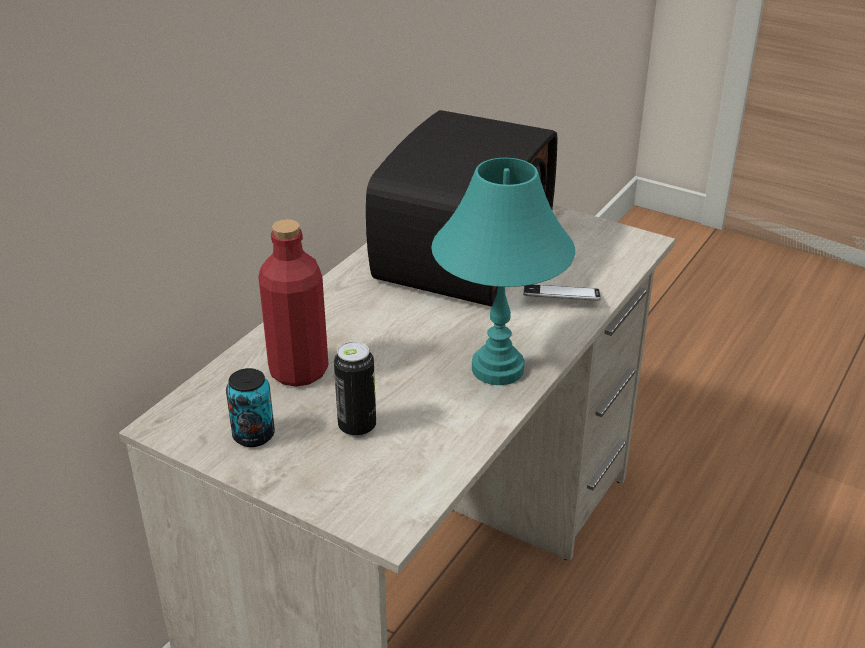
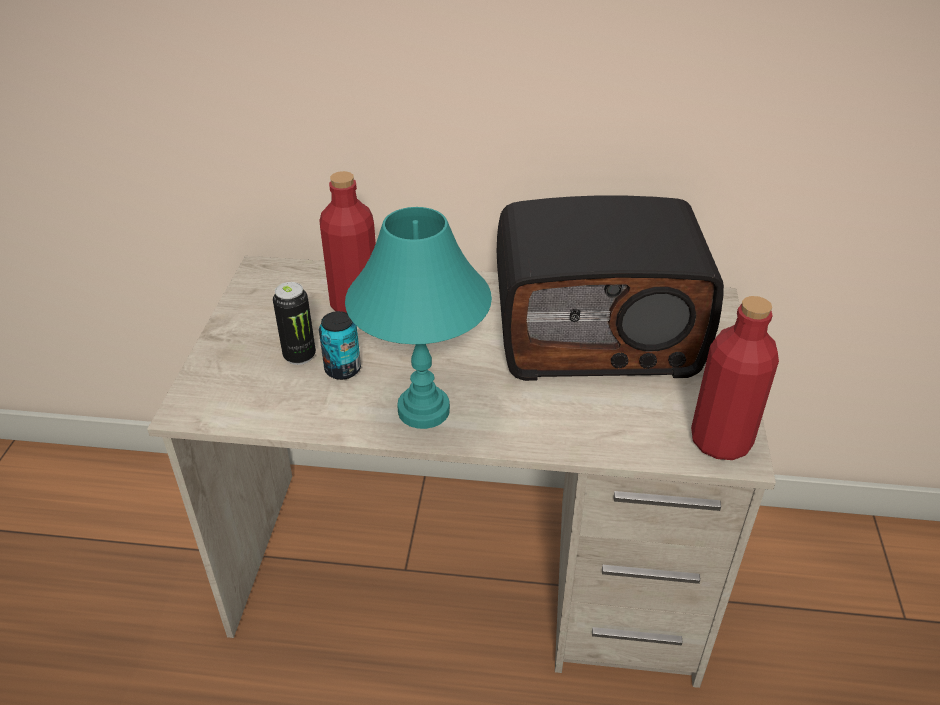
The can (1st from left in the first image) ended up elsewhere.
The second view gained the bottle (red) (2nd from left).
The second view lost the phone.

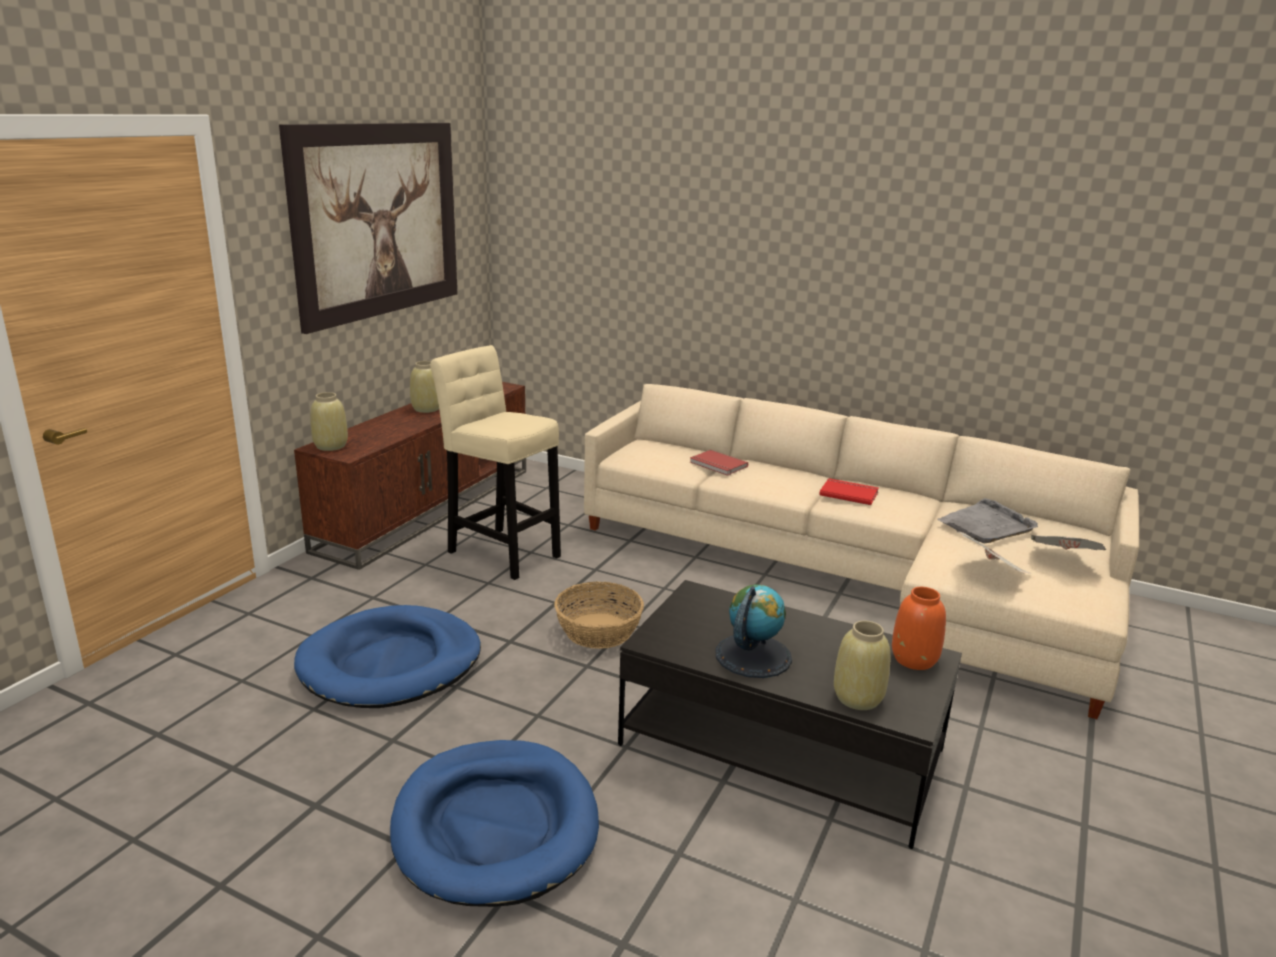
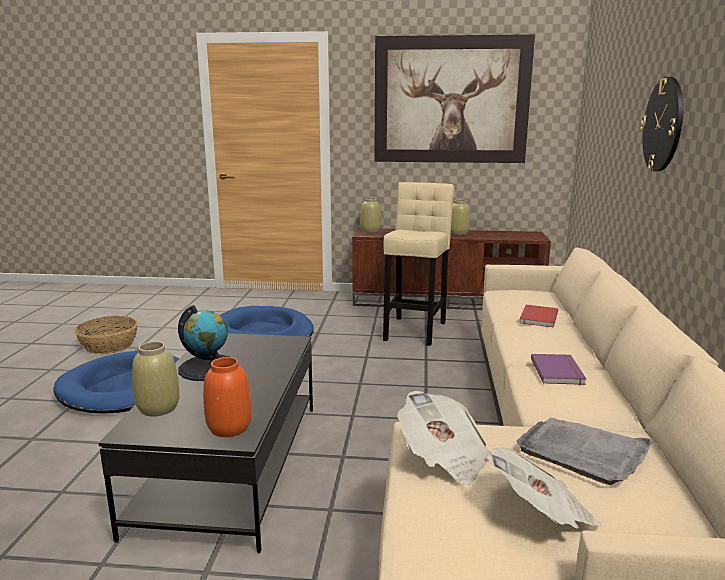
The basket ended up elsewhere.
What was the book (red) (2nd from left) turned into the book (purple).
The second view gained the wall clock.

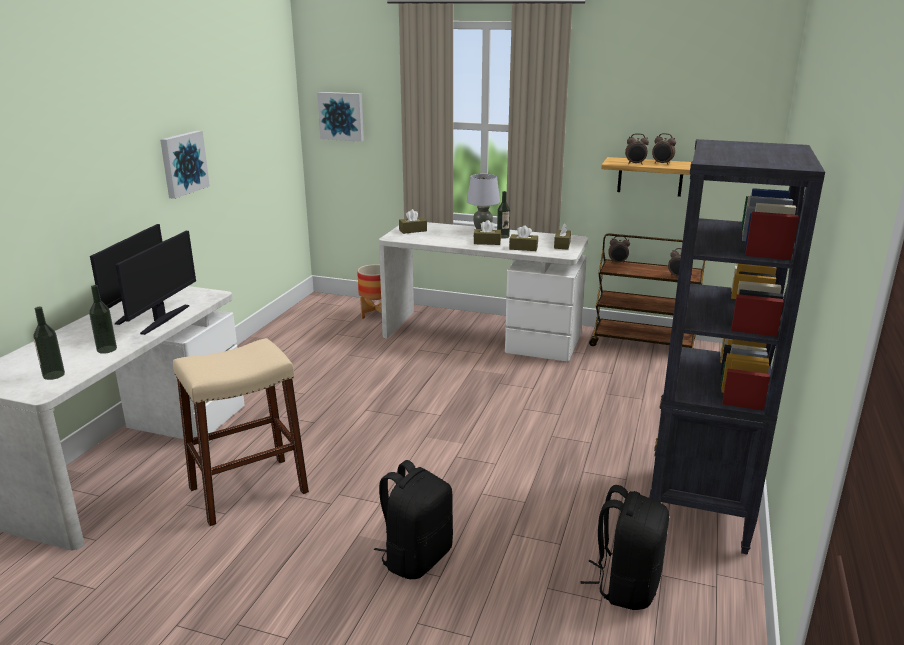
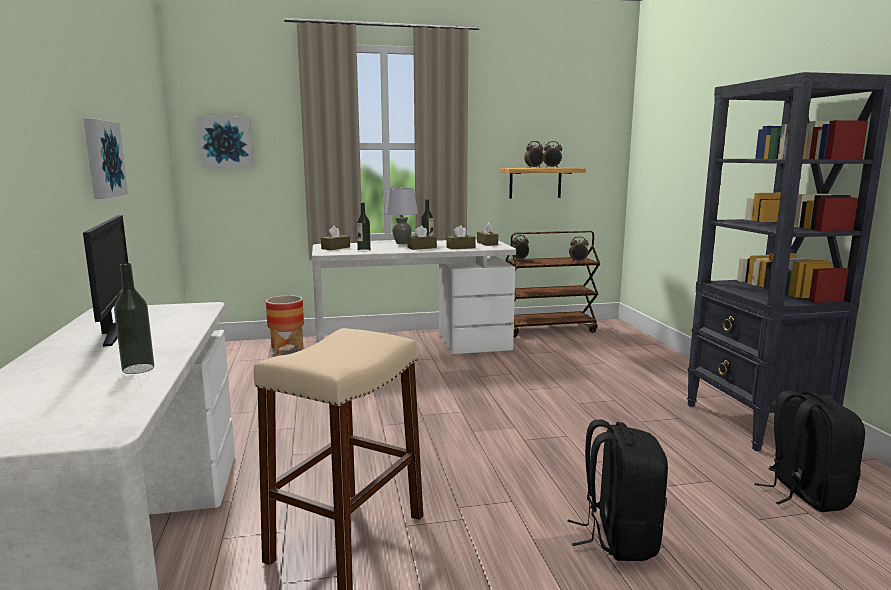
The bottle (1st from left in the first image) ended up elsewhere.
The second view lost the monitor (2nd from left).

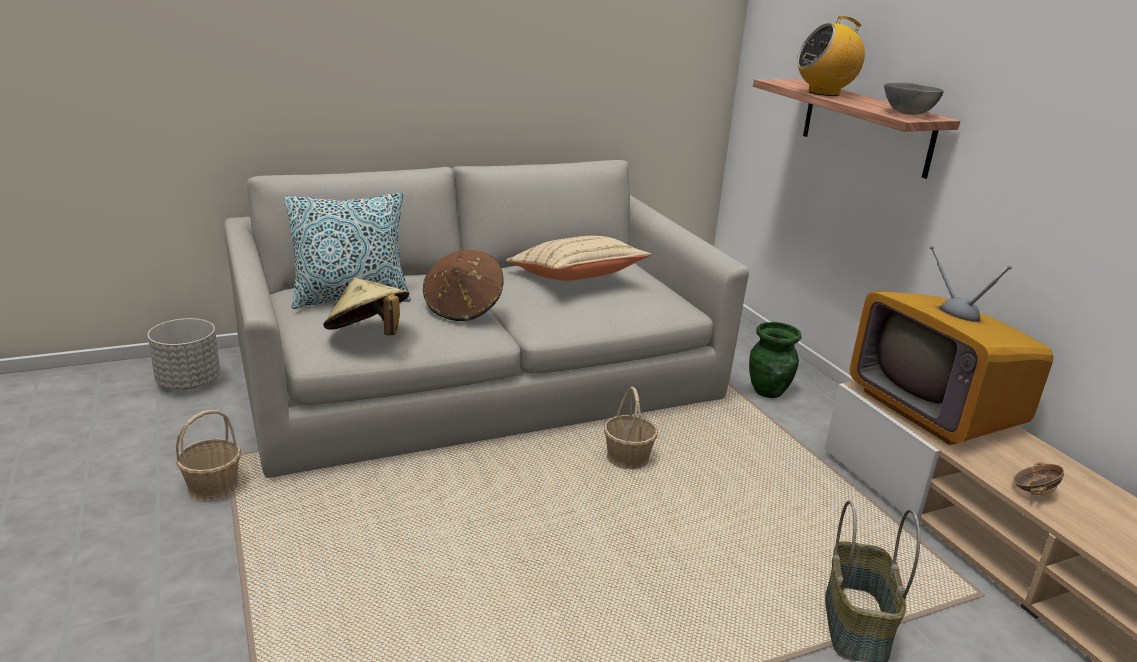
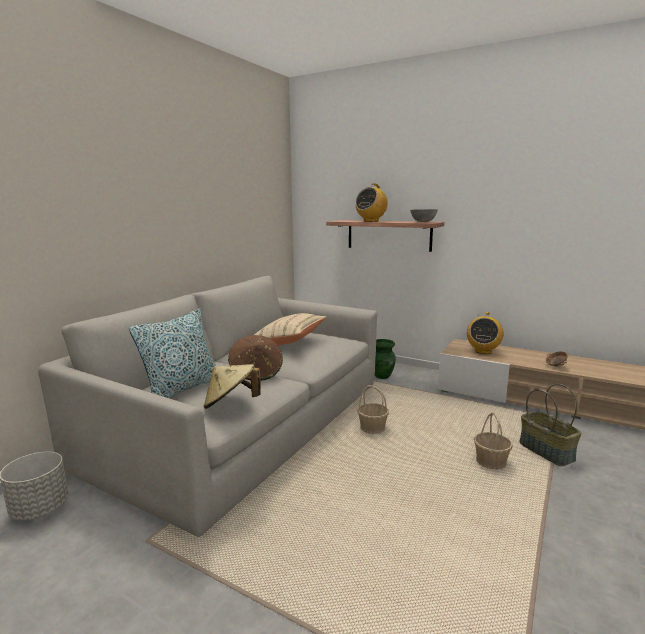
Where the television stood, the radio (2nd from left) came to stand.
The basket (1st from left in the first image) ended up elsewhere.

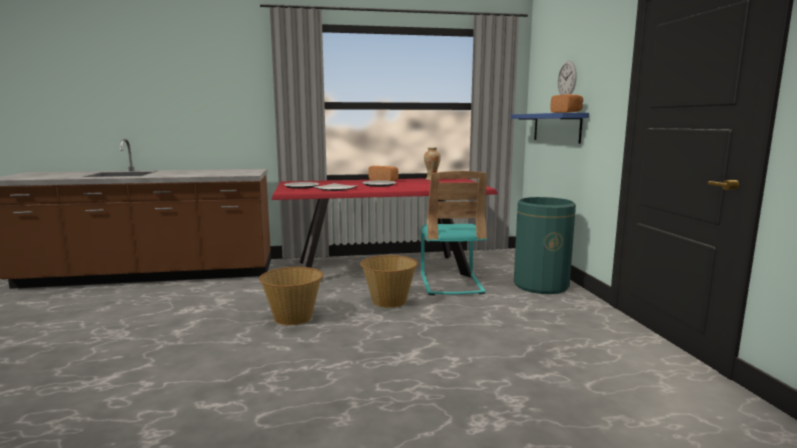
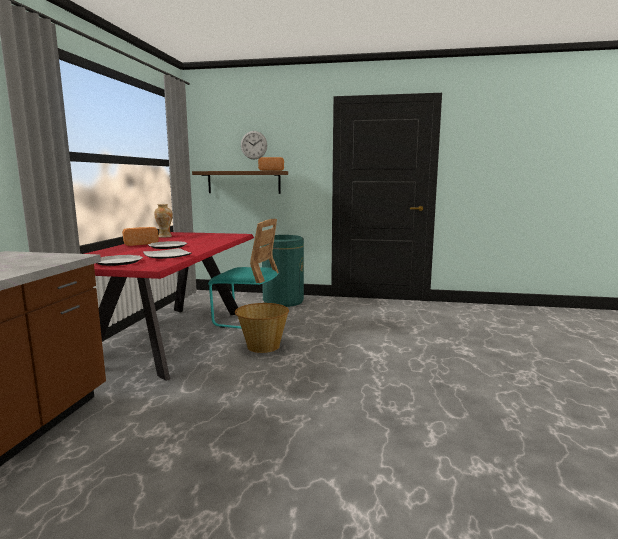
What was the shelf (blue) turned into the shelf (brown).
The second view lost the basket (1st from left).

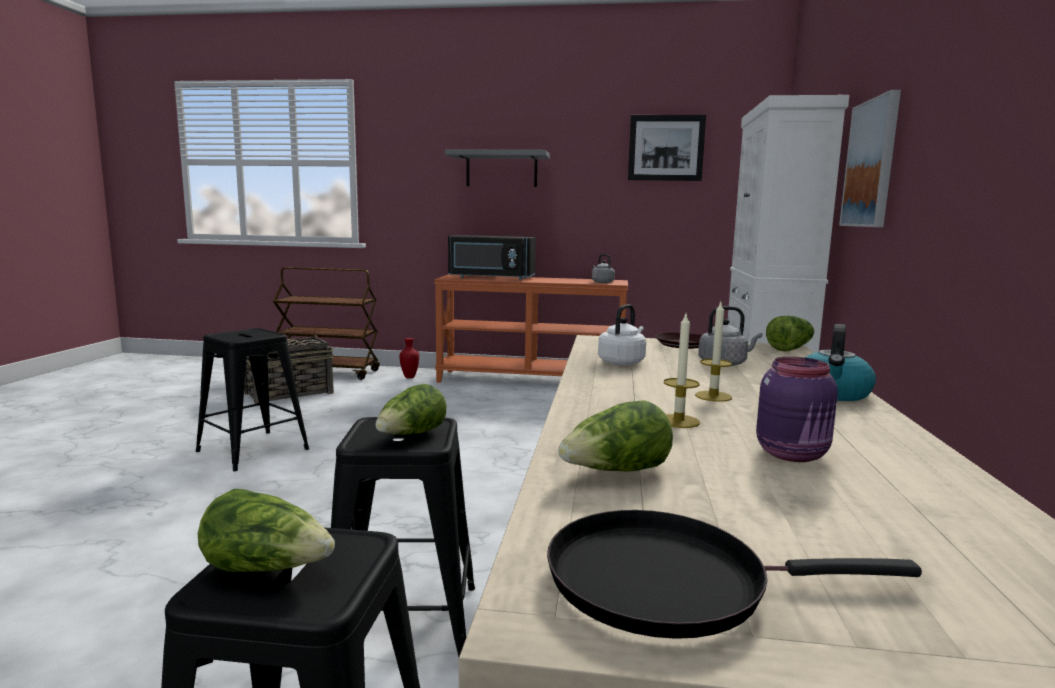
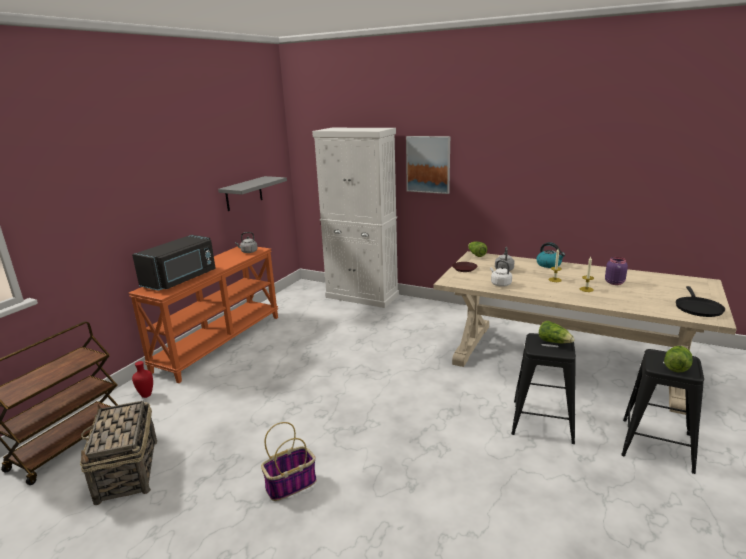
The shelf (grey) ended up elsewhere.
Where the stool (black) (1st from left) stood, the basket (2nd from left) came to stand.
The second view lost the lettuce (3rd from left).
The second view lost the picture (1st from left).

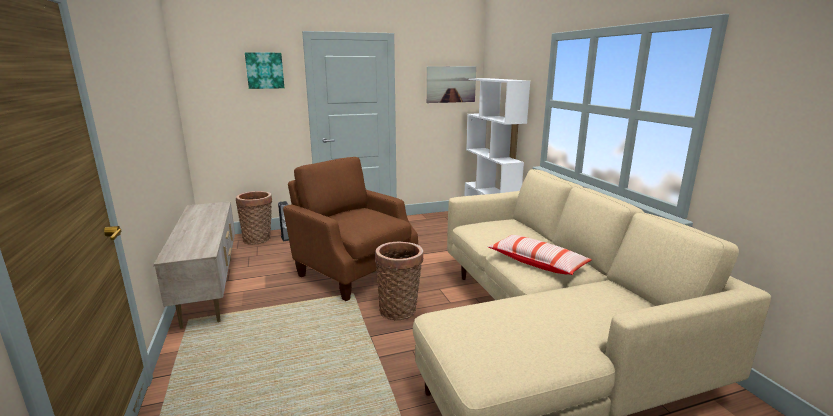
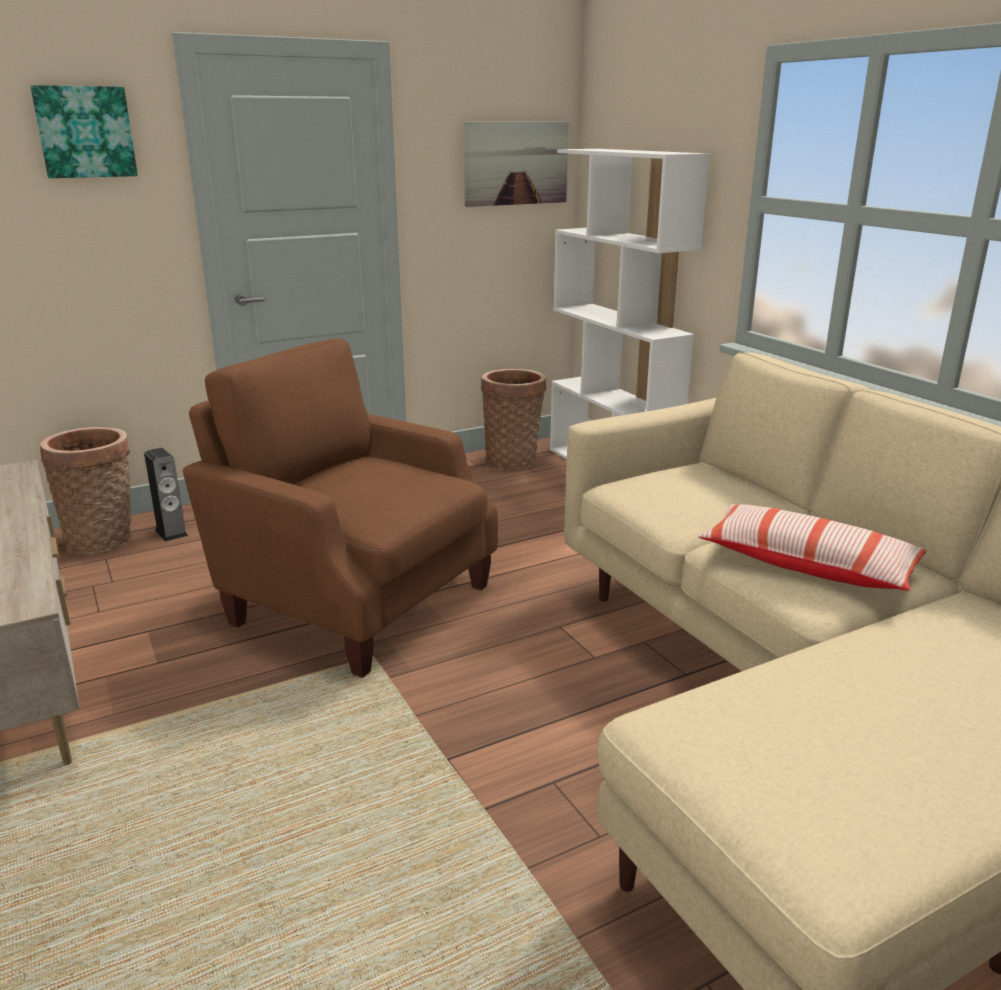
The basket (2nd from left) ended up elsewhere.

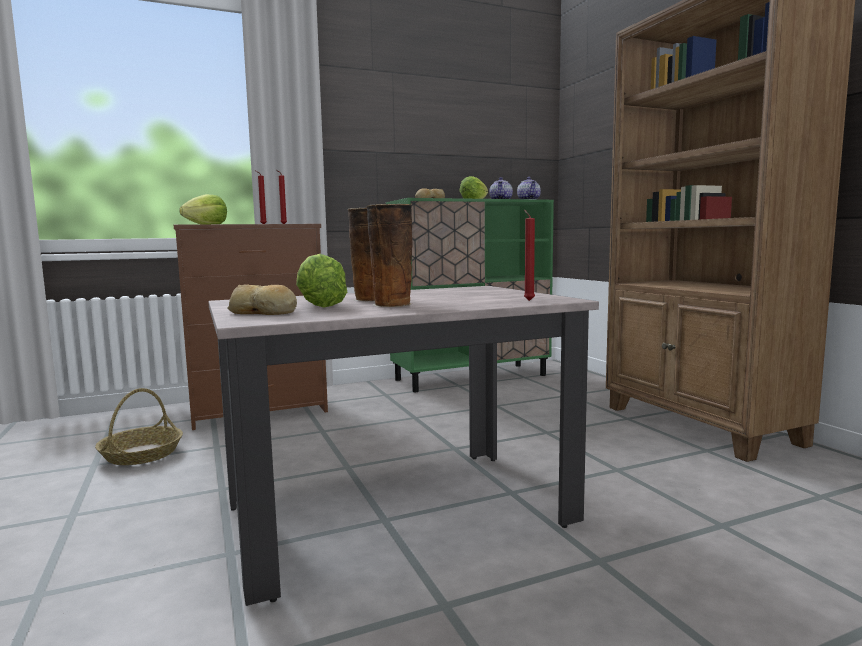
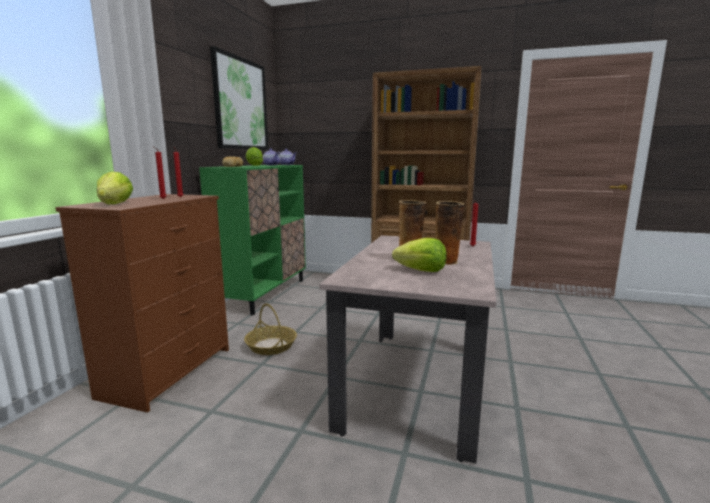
The second view gained the picture.
The basket ended up elsewhere.
The second view lost the bread (1st from left).

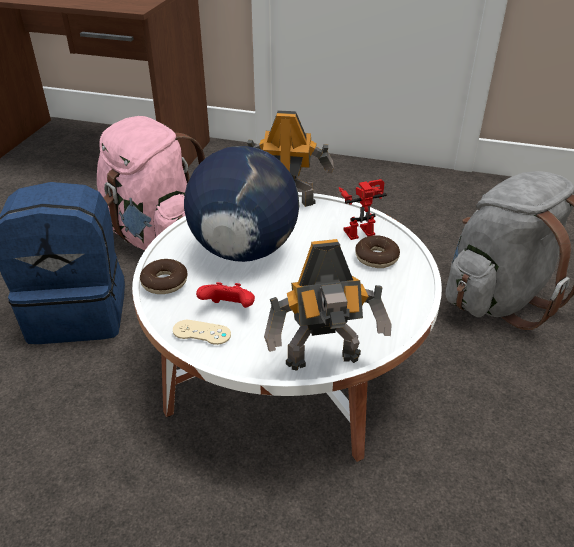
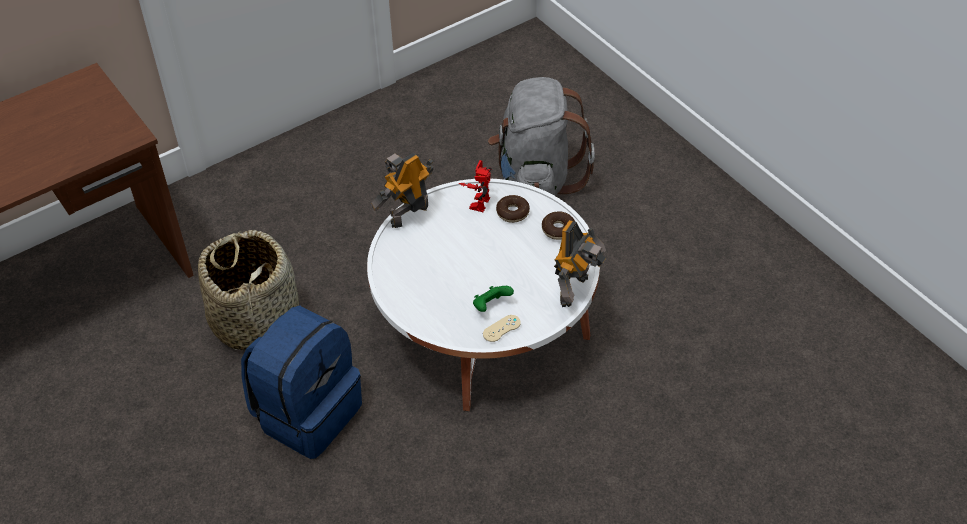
Where the backpack (pink) stood, the basket came to stand.
What was the game controller (red) turned into the game controller (green).
The donut (1st from left in the first image) ended up elsewhere.
The second view lost the globe.

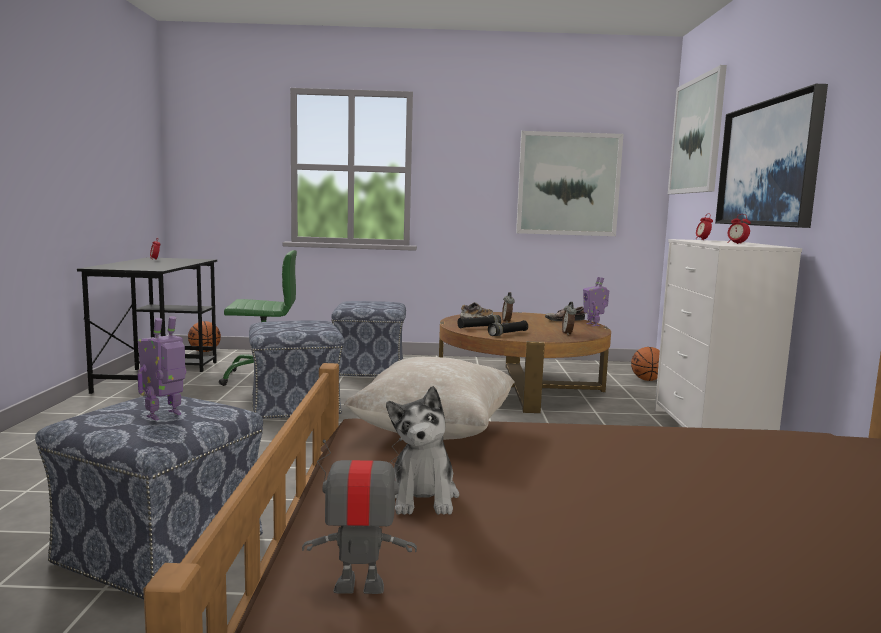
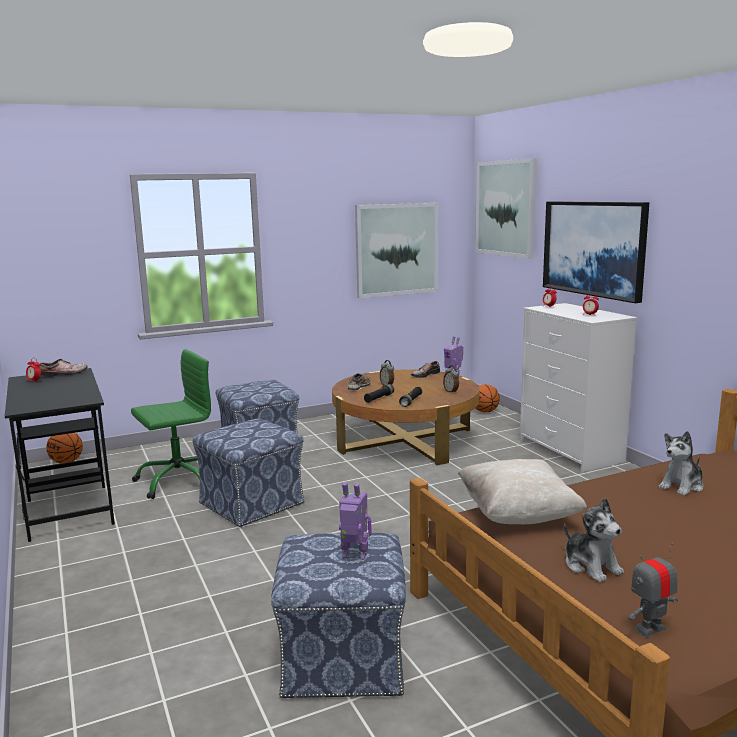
The second view gained the shoe (1st from left).
The toy robot (1st from left) ended up facing another way, 90 degrees clockwise from before.
The second view gained the plush toy (2nd from left).

